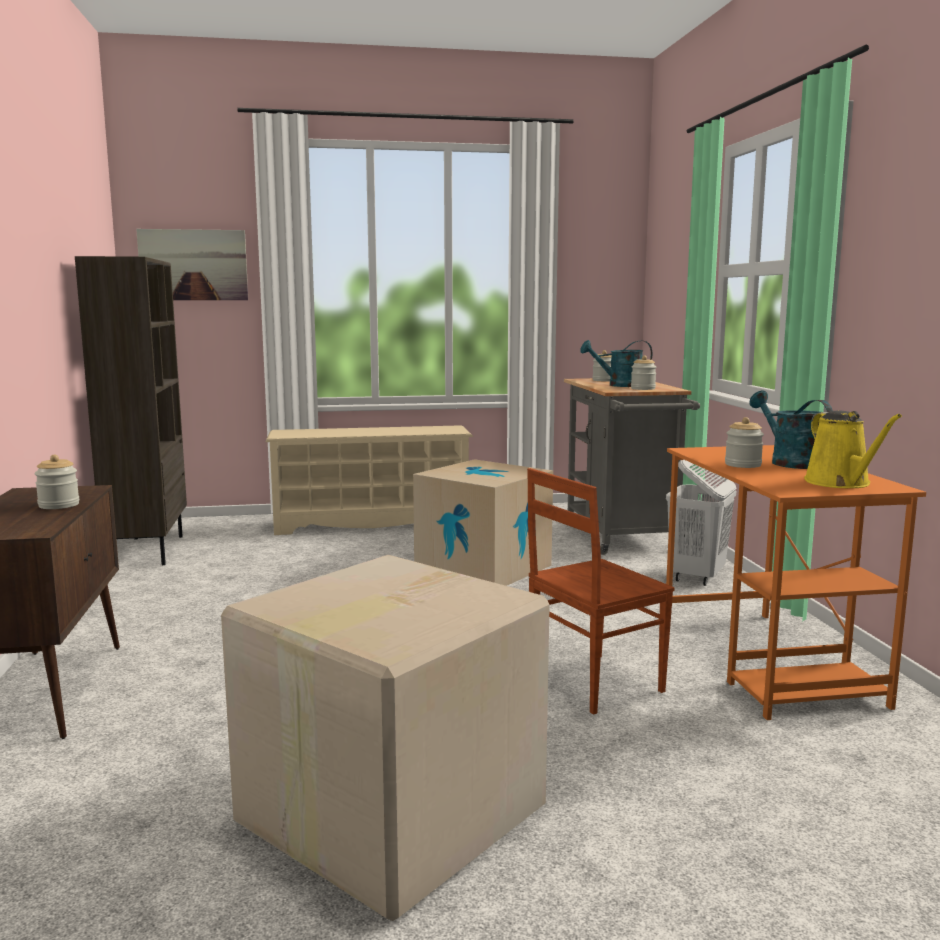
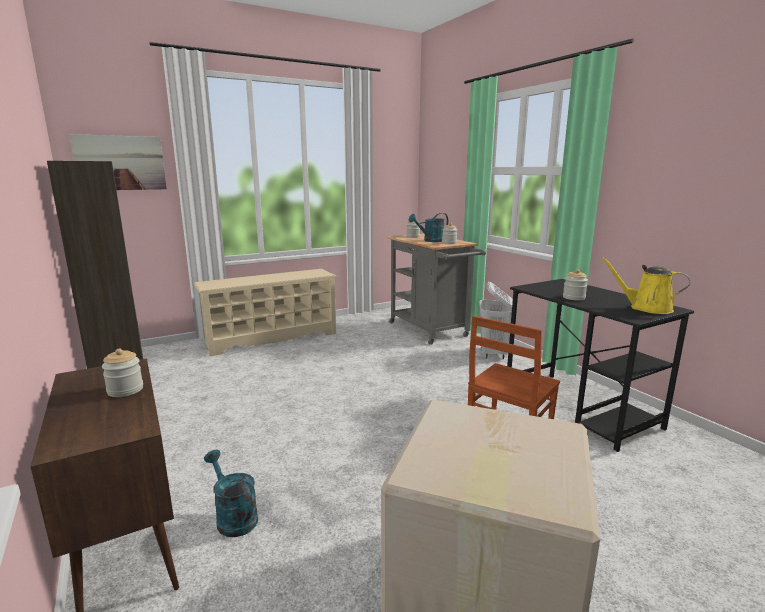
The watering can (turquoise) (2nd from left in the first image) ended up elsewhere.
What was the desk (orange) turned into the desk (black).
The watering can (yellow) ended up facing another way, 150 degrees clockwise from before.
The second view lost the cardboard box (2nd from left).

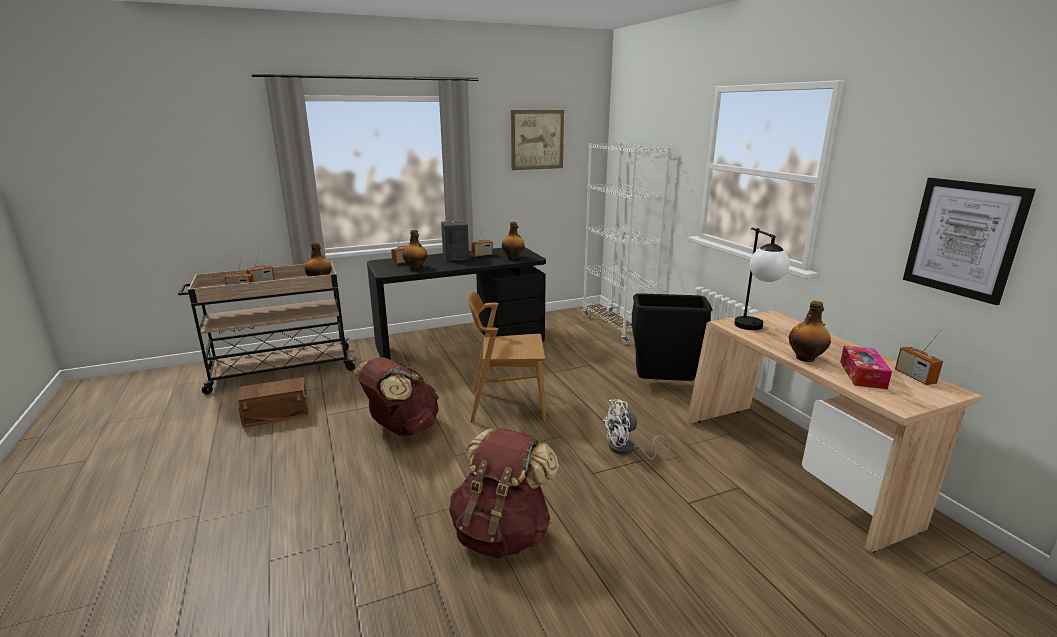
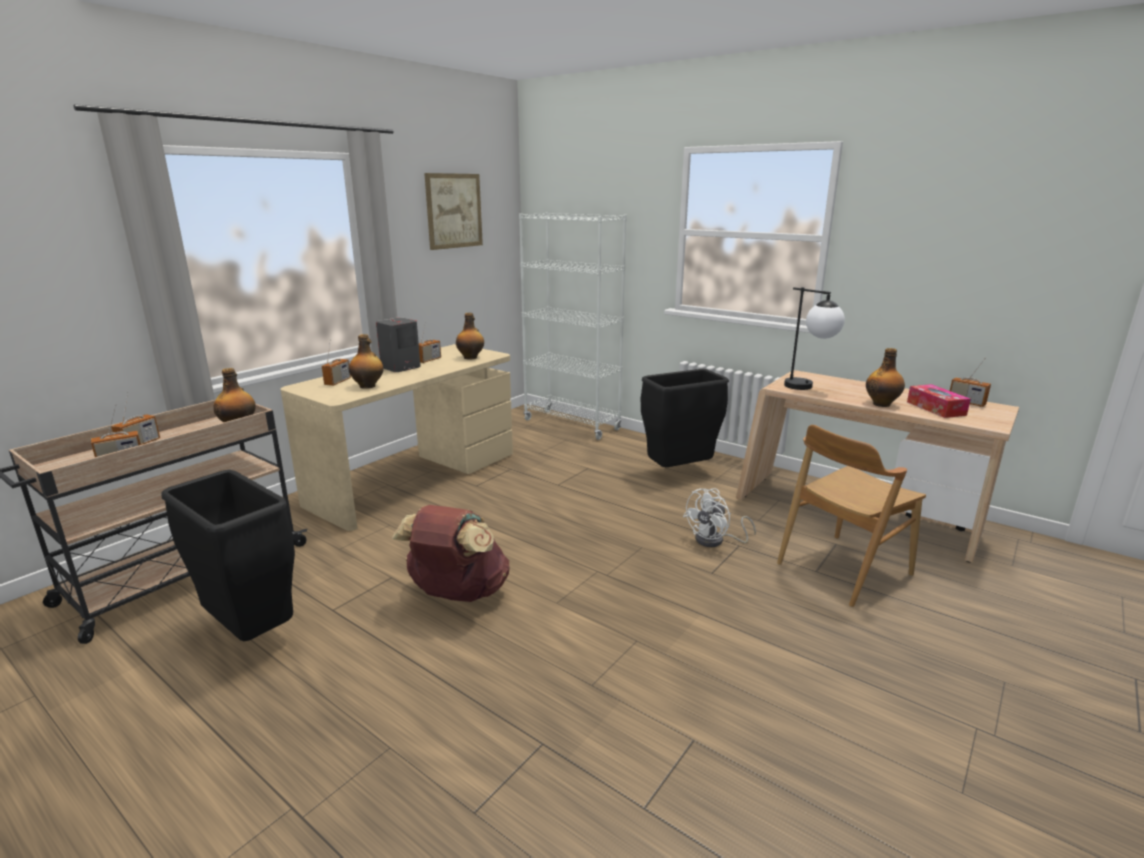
Where the storage box (brown) stood, the trash can (black) (1st from left) came to stand.
What was the desk (black) turned into the desk (beige) (1st from left).
The chair (brown) ended up elsewhere.
The second view lost the backpack (brown) (2nd from left).
The second view lost the picture (2nd from left).

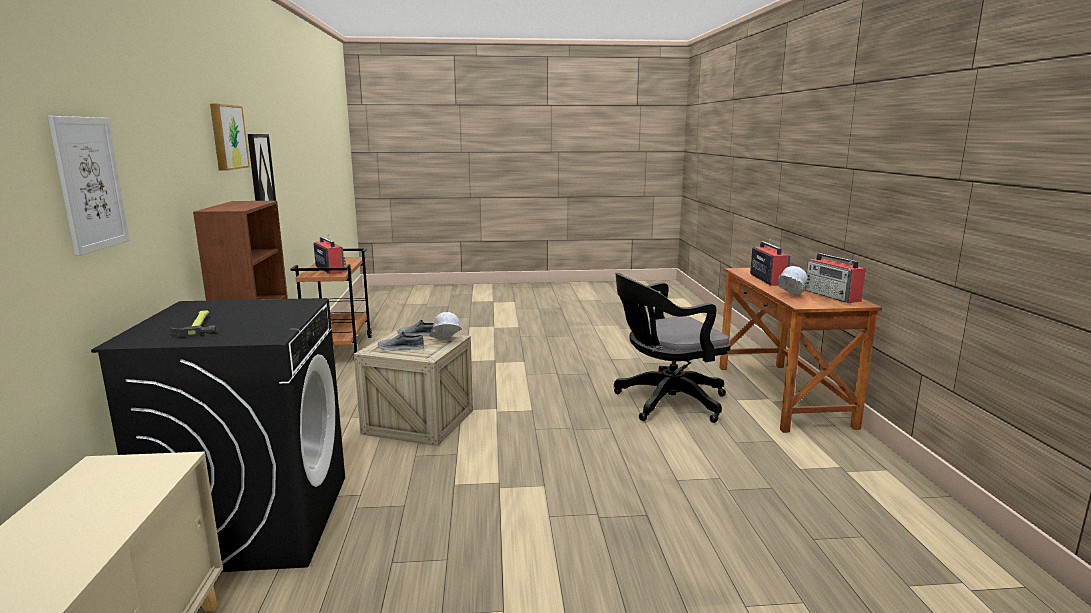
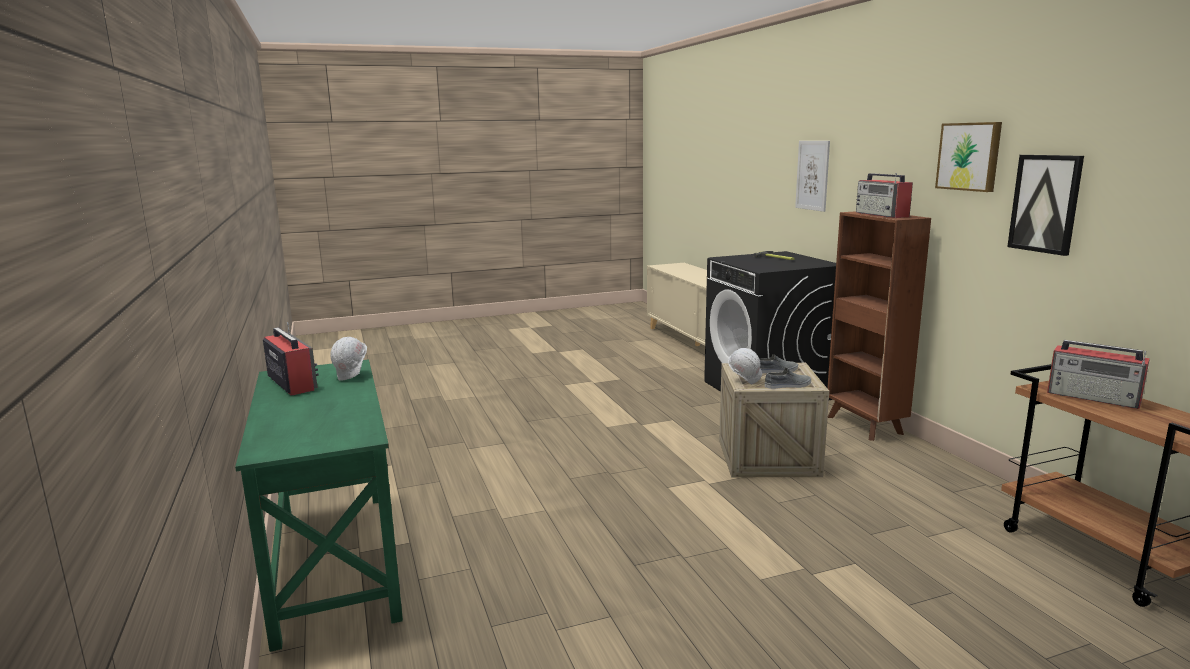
What was the desk (brown) turned into the desk (green).
The radio (2nd from left) ended up elsewhere.
The second view lost the office chair (black).

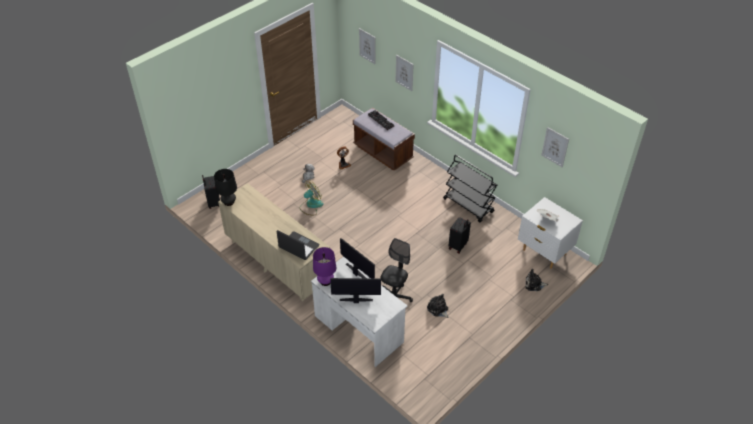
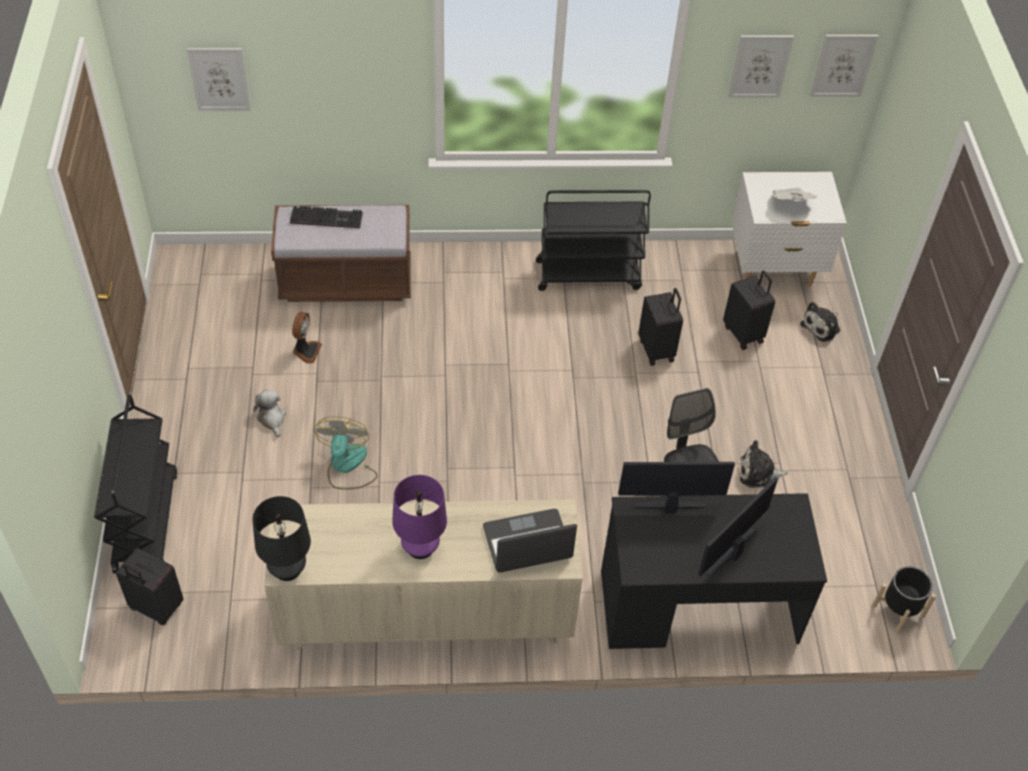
The second view gained the cart (black) (1st from left).
The table lamp (purple) ended up elsewhere.
What was the desk (white) turned into the desk (black).
The second view gained the suitcase (black) (3rd from left).
The picture (2nd from left in the first image) ended up elsewhere.
The second view gained the planter (black).

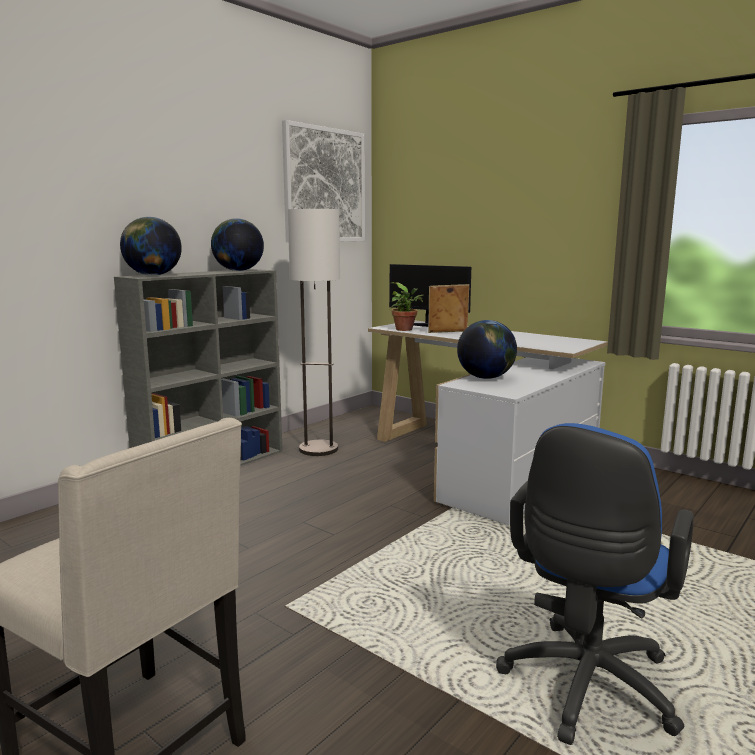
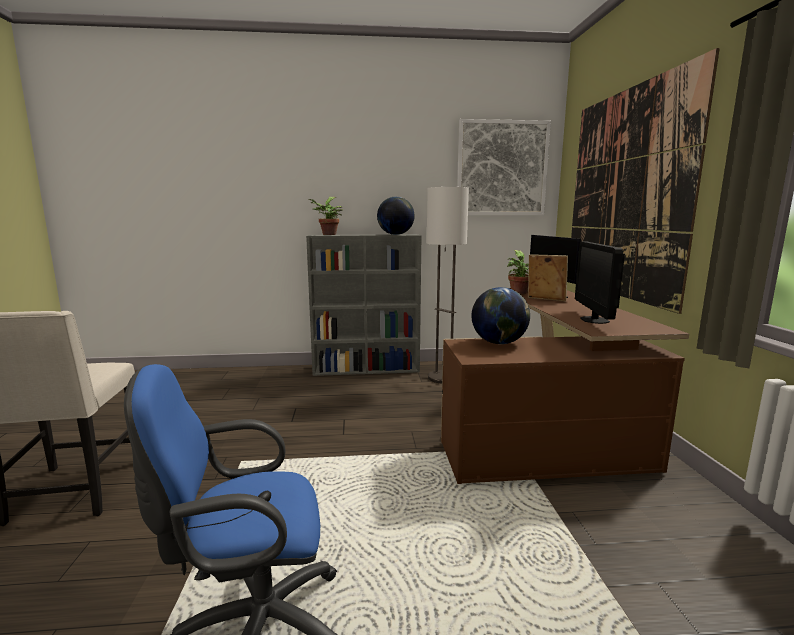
Where the globe (1st from left) stood, the potted plant (1st from left) came to stand.
What was the desk (white) turned into the desk (brown).
The second view gained the picture (2nd from left).
The second view gained the monitor (2nd from left).

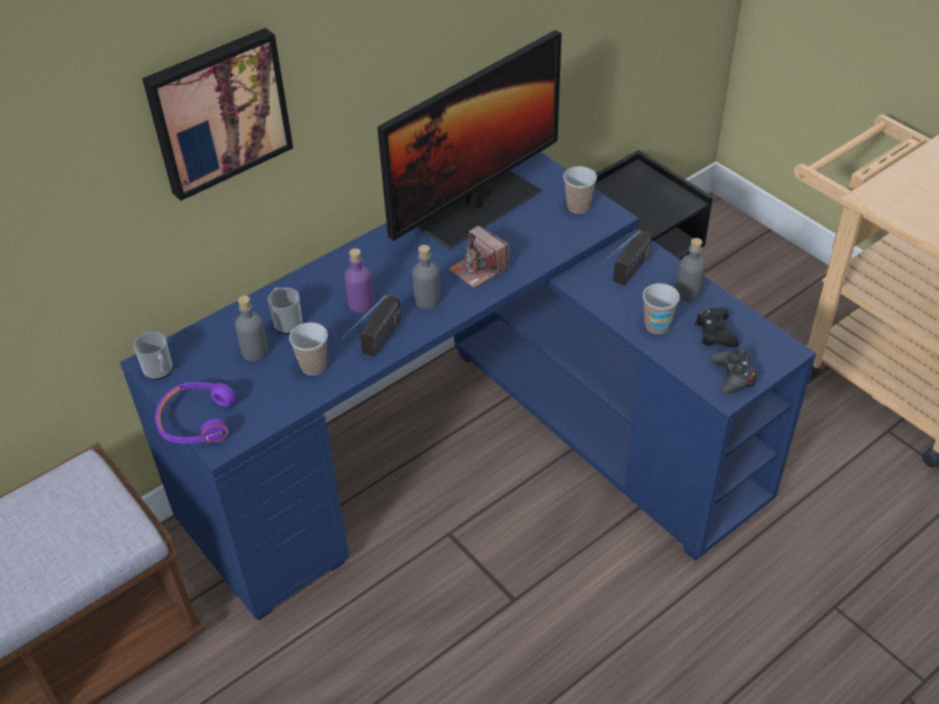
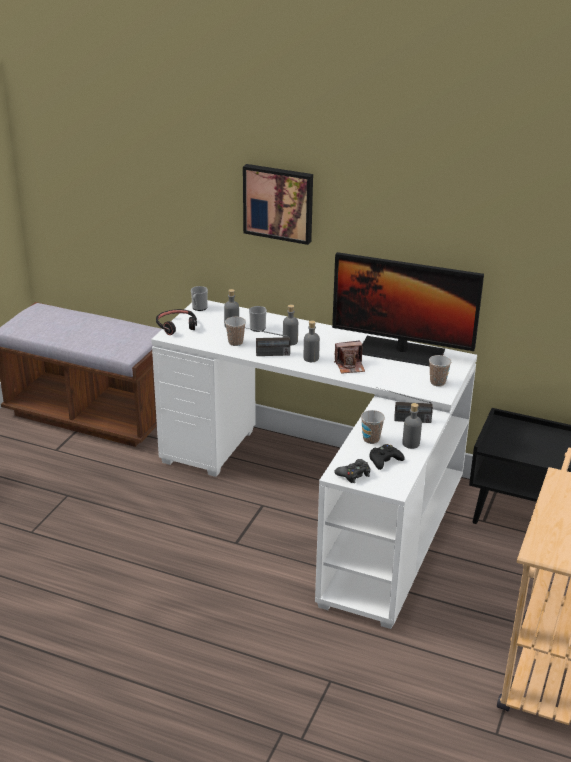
What was the desk (blue) turned into the desk (white).
What was the headphones (purple) turned into the headphones (black).
What was the bottle (purple) turned into the bottle (grey) (2nd from left).
The photo camera ended up facing another way, 120 degrees counterclockwise from before.

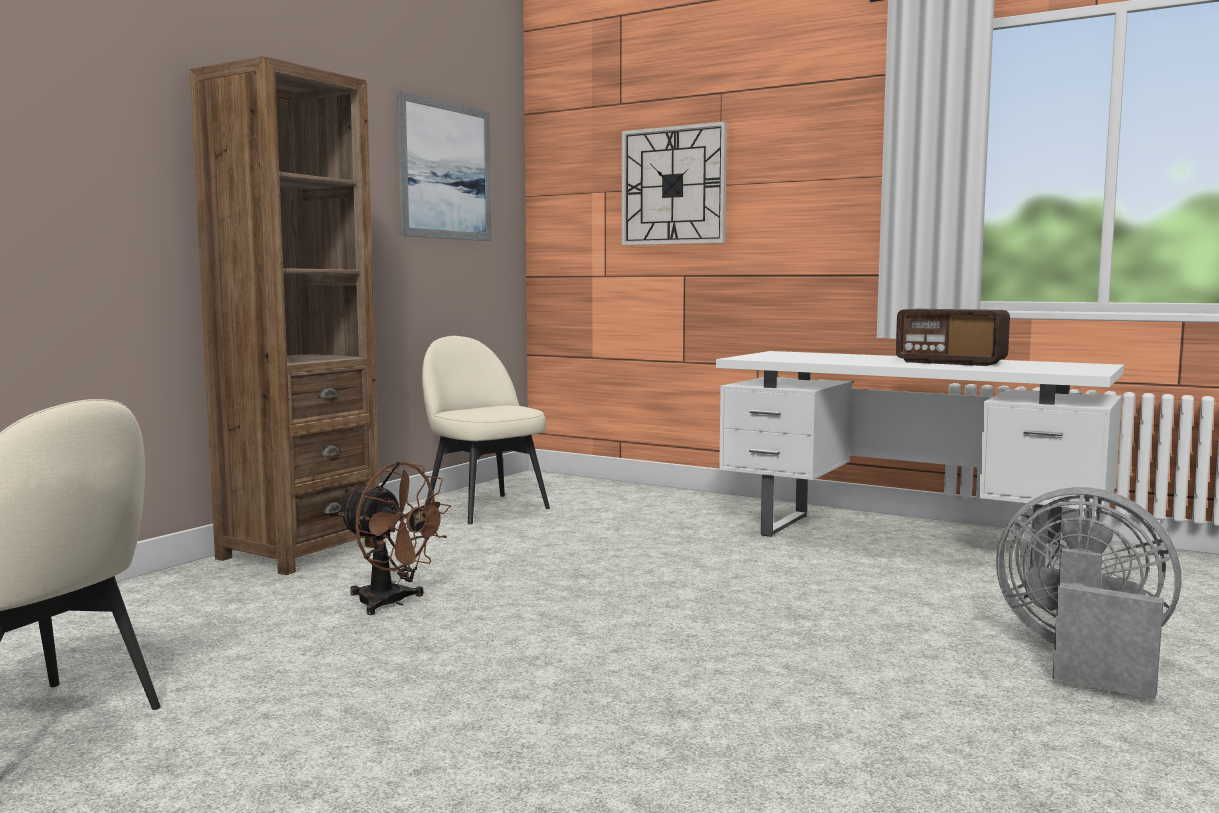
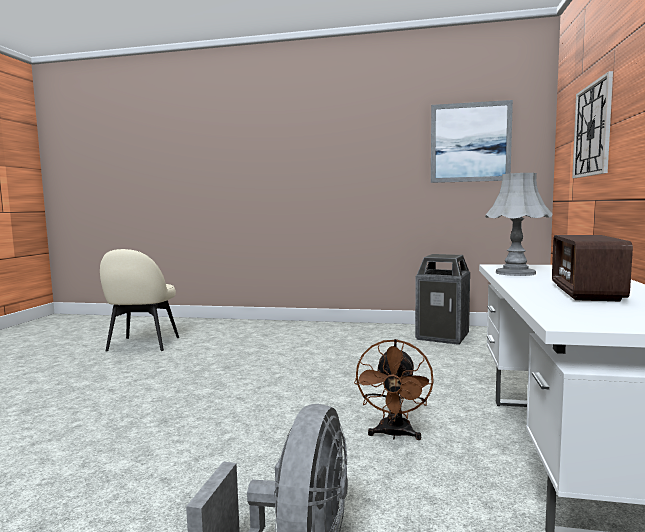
The fan (brown) ended up elsewhere.
Where the chair (beige) (2nd from left) stood, the trash can came to stand.
The second view gained the table lamp (grey).
The second view lost the bookcase (brown).

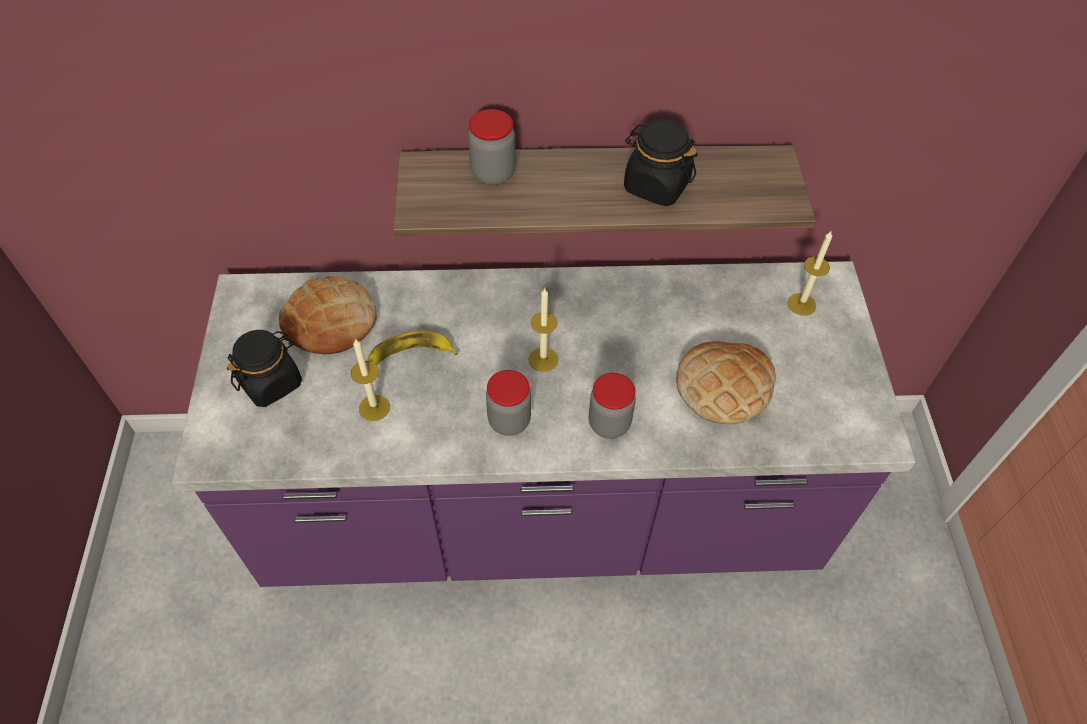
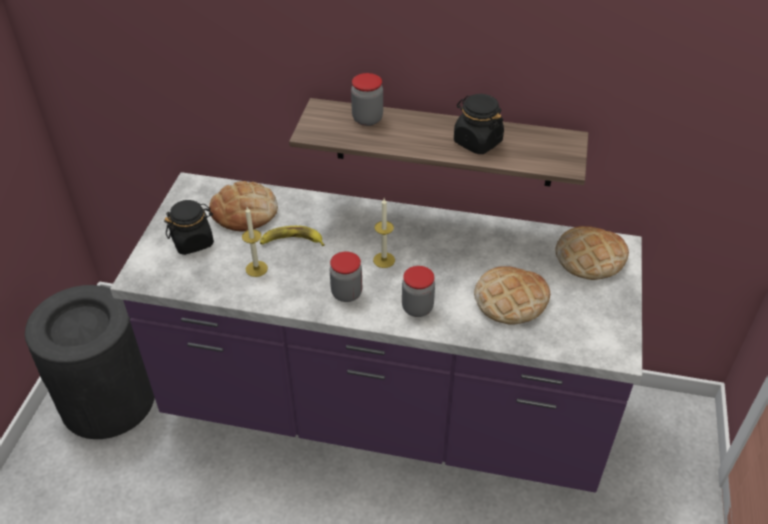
The second view gained the trash can (black).
Where the candle (3rd from left) stood, the bread (3rd from left) came to stand.

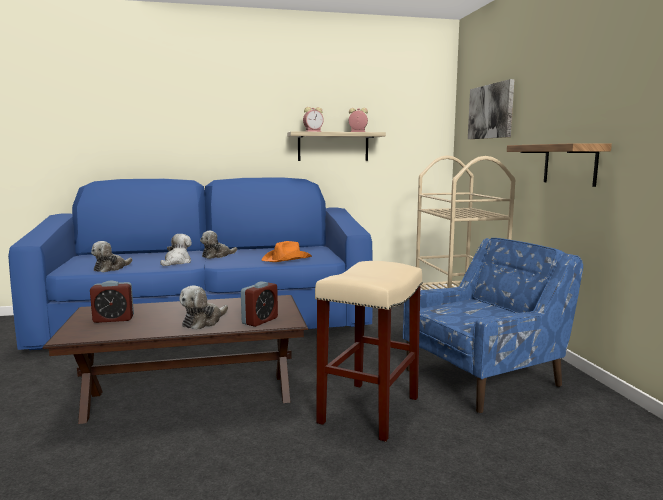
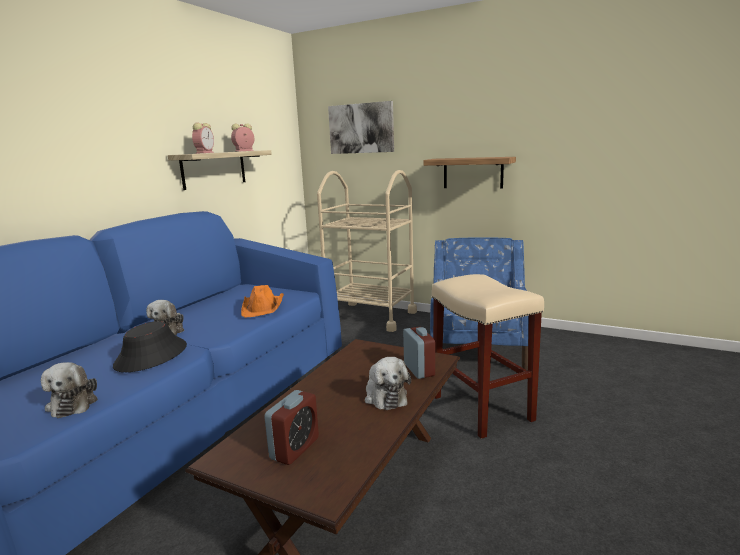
Where the plush toy (2nd from left) stood, the hat (black) came to stand.

